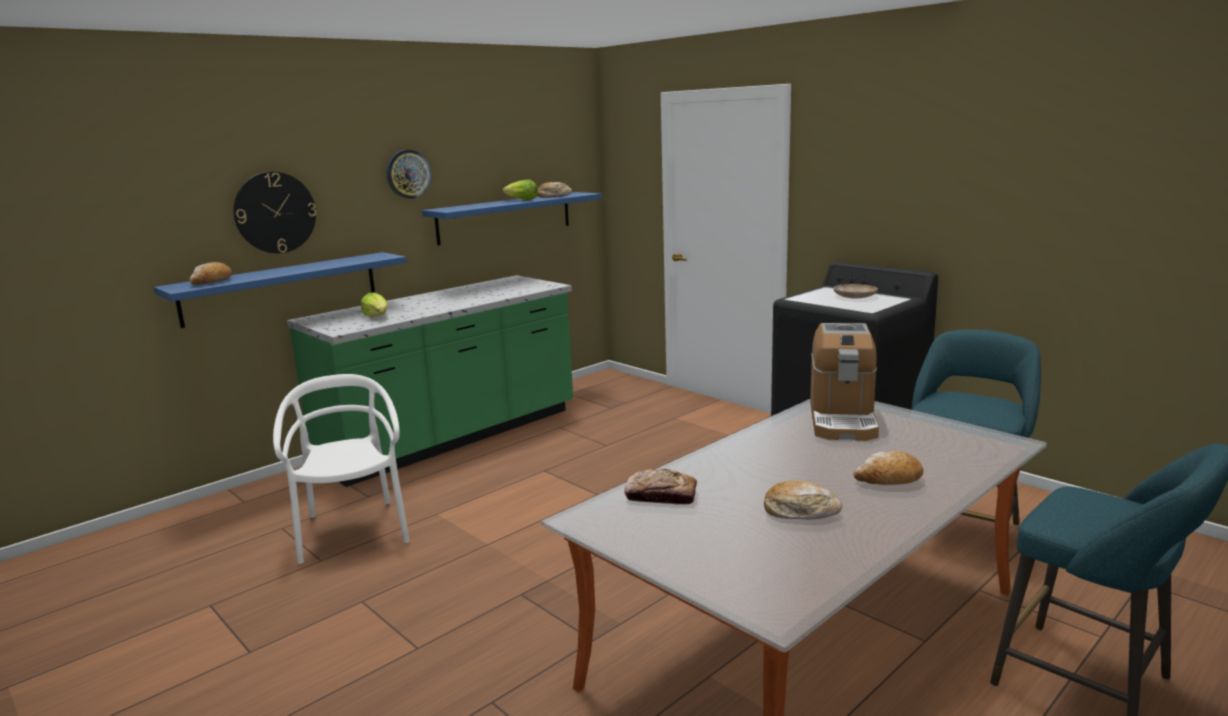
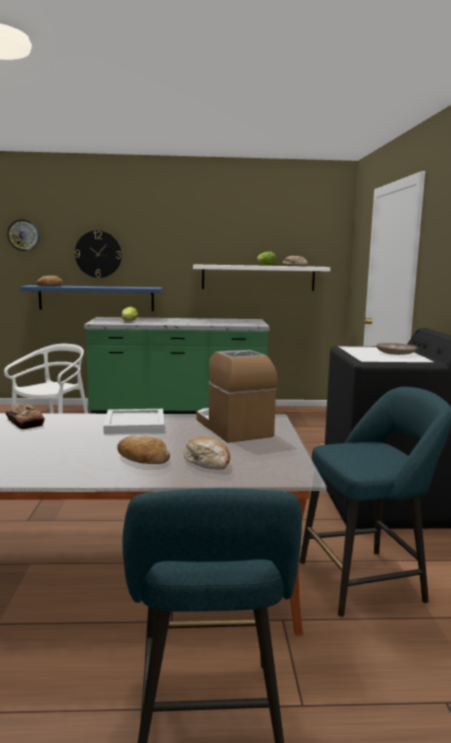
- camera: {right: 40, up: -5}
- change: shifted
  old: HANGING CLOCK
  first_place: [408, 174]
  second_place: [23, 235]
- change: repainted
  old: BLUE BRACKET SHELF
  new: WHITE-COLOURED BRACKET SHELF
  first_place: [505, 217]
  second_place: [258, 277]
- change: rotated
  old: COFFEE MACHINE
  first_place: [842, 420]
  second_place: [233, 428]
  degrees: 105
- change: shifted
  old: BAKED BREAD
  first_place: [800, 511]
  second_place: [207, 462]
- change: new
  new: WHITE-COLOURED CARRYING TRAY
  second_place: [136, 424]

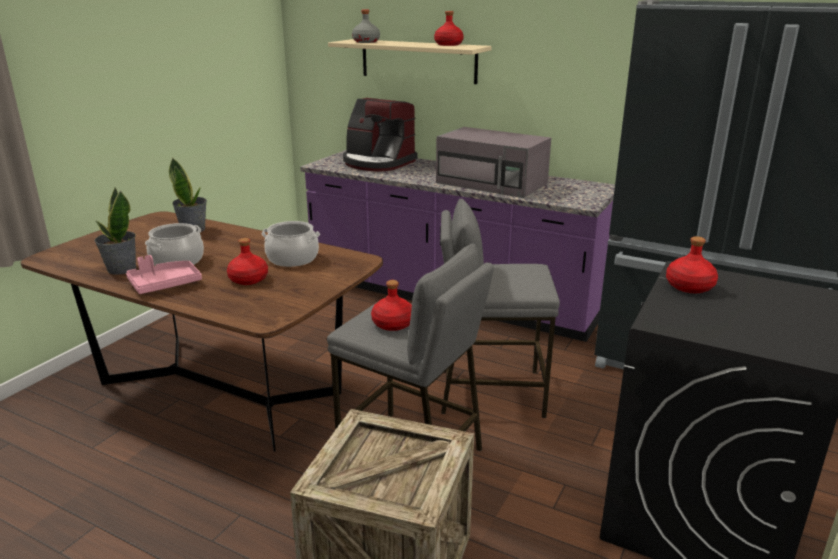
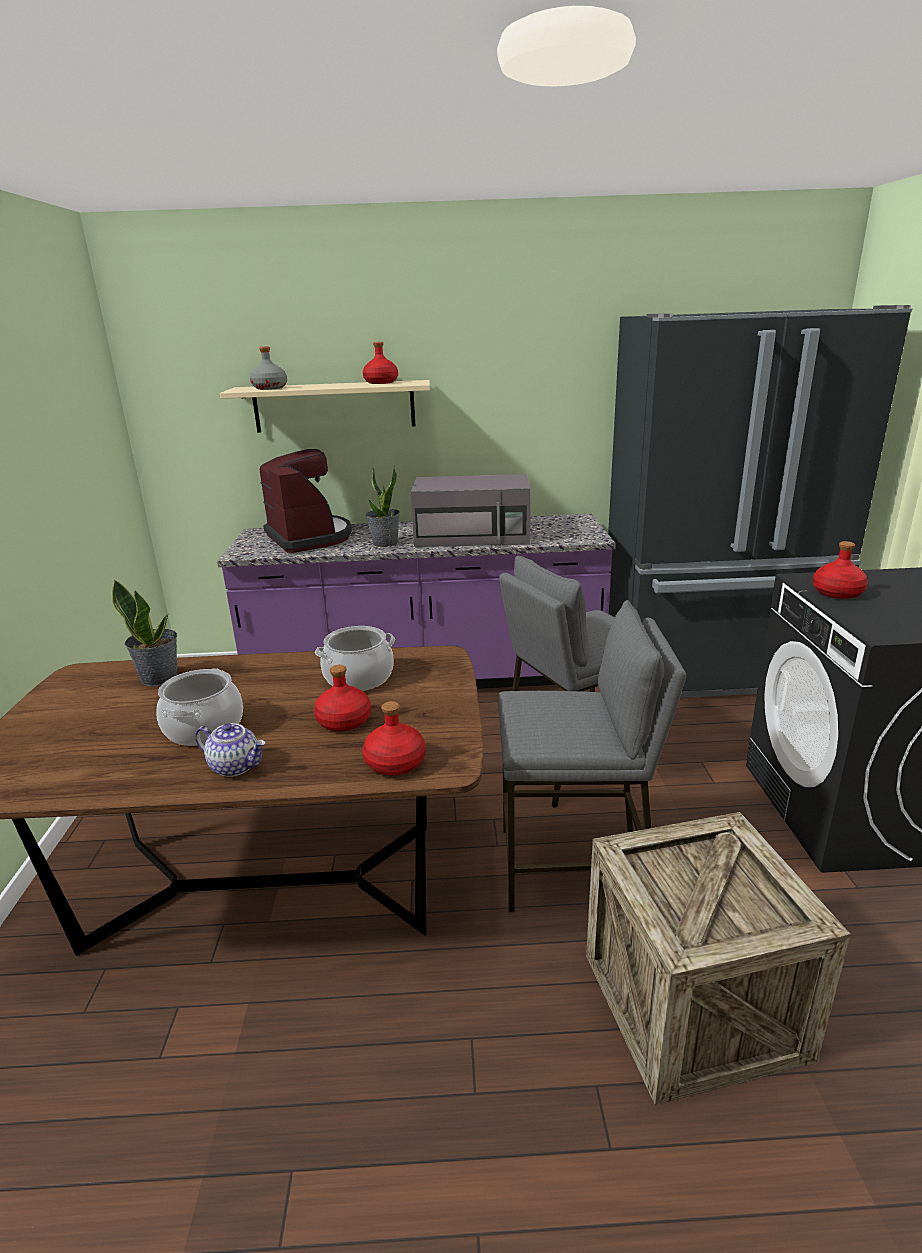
- camera: {right: -30, up: 0}
- change: rotated
  old: COFFEE MACHINE
  first_place: [377, 162]
  second_place: [309, 537]
  degrees: -120
- change: shifted
  old: POTTED PLANT
  first_place: [121, 269]
  second_place: [385, 543]
- change: swapped
  old: PINK-COLOURED CARRYING TRAY
  new: TEAPOT
  first_place: [164, 284]
  second_place: [236, 766]
- change: shifted
  old: RED DRINK BOTTLE
  first_place: [393, 324]
  second_place: [395, 762]

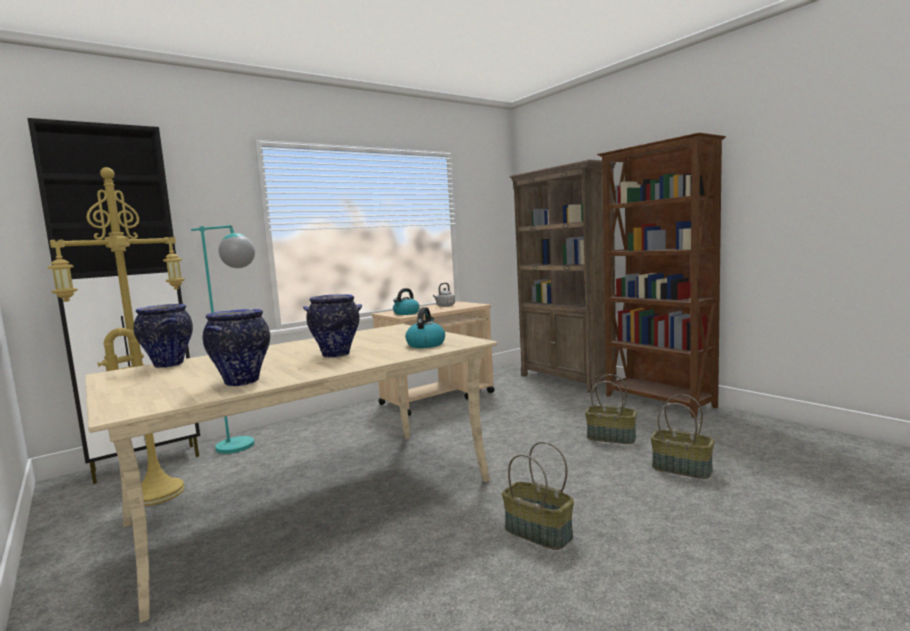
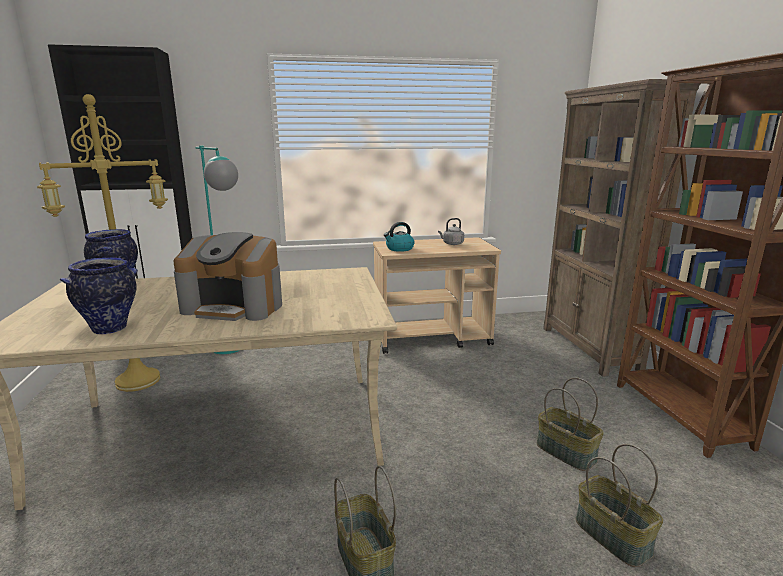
- camera: {right: 25, up: 10}
- change: swapped
  old: FLOWER VASE
  new: COFFEE MACHINE
  first_place: [337, 355]
  second_place: [234, 306]
- change: gone
  old: WATER KETTLE
  first_place: [426, 344]

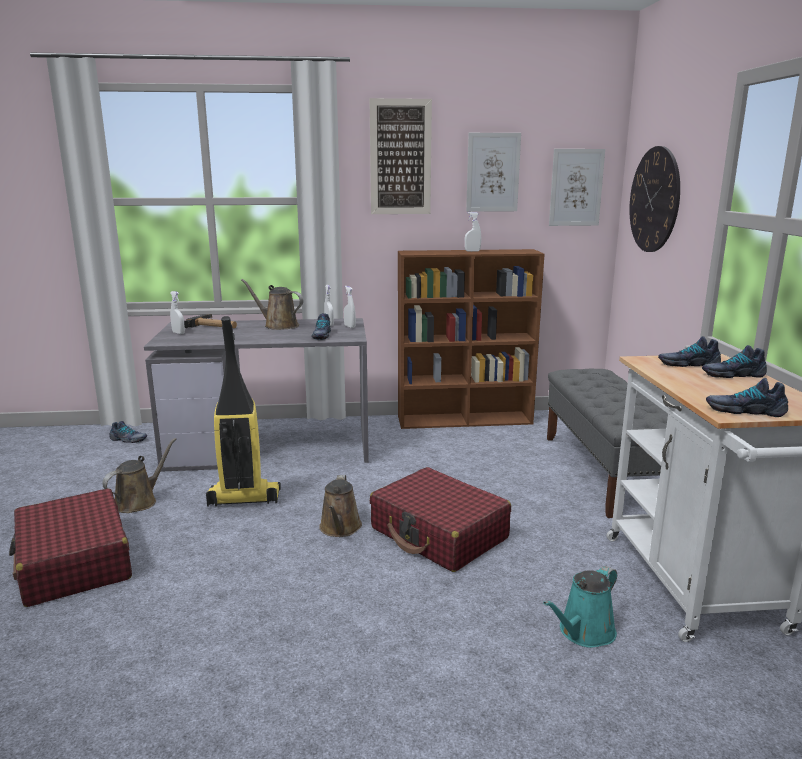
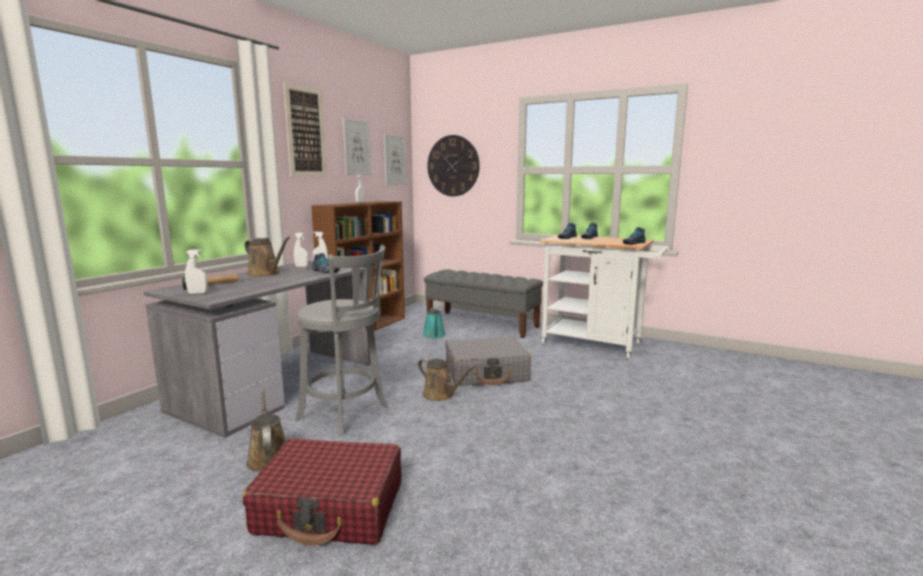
- camera: {right: -55, up: -5}
- change: rotated
  old: BROWN WATERING CAN
  first_place: [278, 325]
  second_place: [266, 274]
  degrees: -120
- change: swapped
  old: VACUUM
  new: GREY SITTING STOOL
  first_place: [243, 499]
  second_place: [346, 414]
- change: gone
  old: SHOE
  first_place: [128, 439]
- change: repainted
  old: RED PIECE OF LUGGAGE
  new: GREY PIECE OF LUGGAGE
  first_place: [439, 534]
  second_place: [486, 373]
- change: shifted
  old: TURQUOISE WATERING CAN
  first_place: [584, 632]
  second_place: [434, 335]

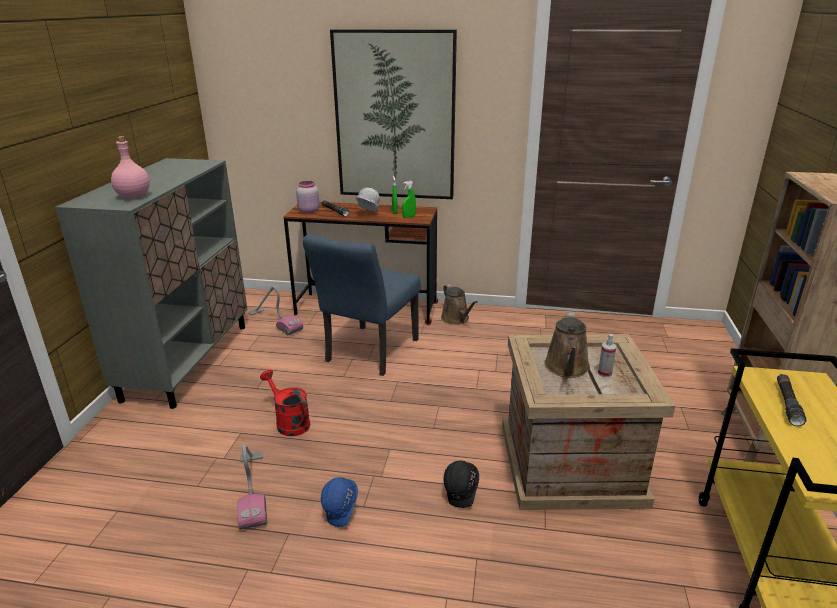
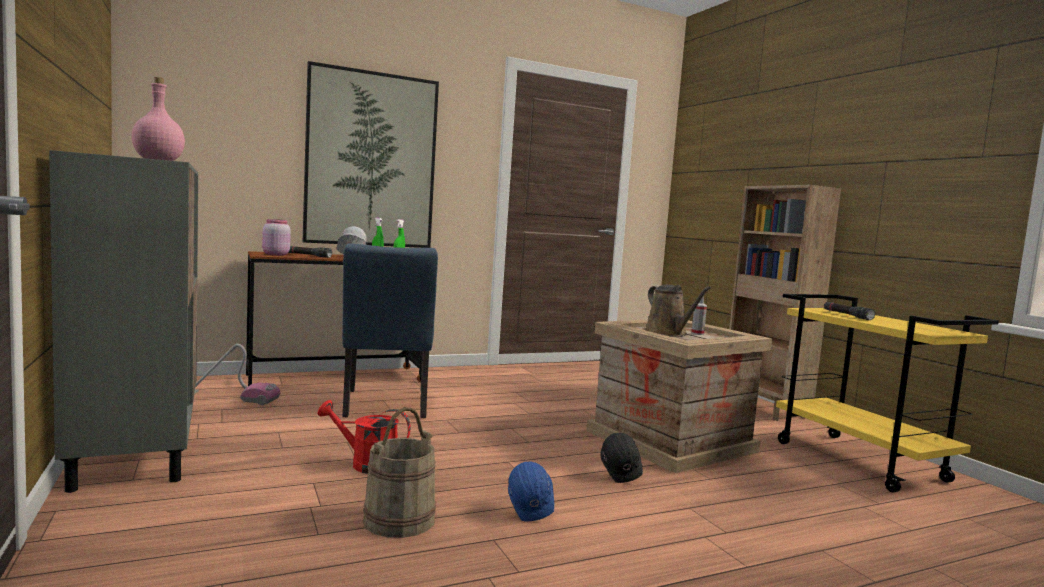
- camera: {right: -35, up: -20}
- change: gone
  old: BROWN WATERING CAN
  first_place: [456, 319]
- change: swapped
  old: VACUUM
  new: BEIGE-COLOURED PAIL
  first_place: [252, 489]
  second_place: [399, 520]

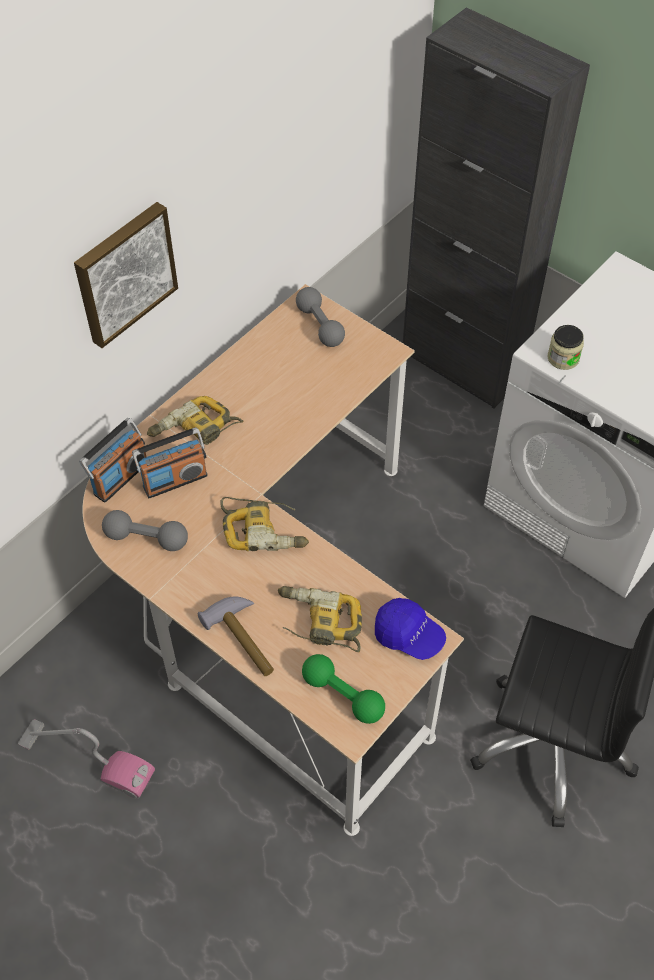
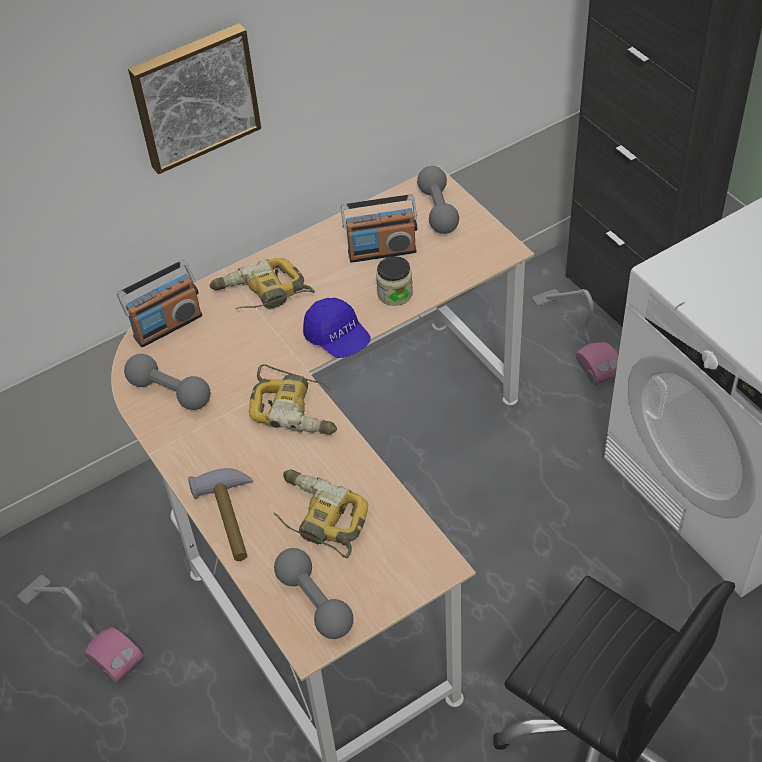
- camera: {right: 20, up: -5}
- change: shifted
  old: PRESERVE JAR
  first_place: [563, 358]
  second_place: [395, 293]
- change: shifted
  old: RADIO RECEIVER
  first_place: [175, 480]
  second_place: [381, 251]
- change: shifted
  old: BLUE CAP
  first_place: [408, 635]
  second_place: [337, 338]
- change: repainted
  old: GREEN FREE WEIGHT
  new: GREY FREE WEIGHT
  first_place: [343, 695]
  second_place: [314, 602]
- change: new
  new: VACUUM
  second_place: [575, 338]

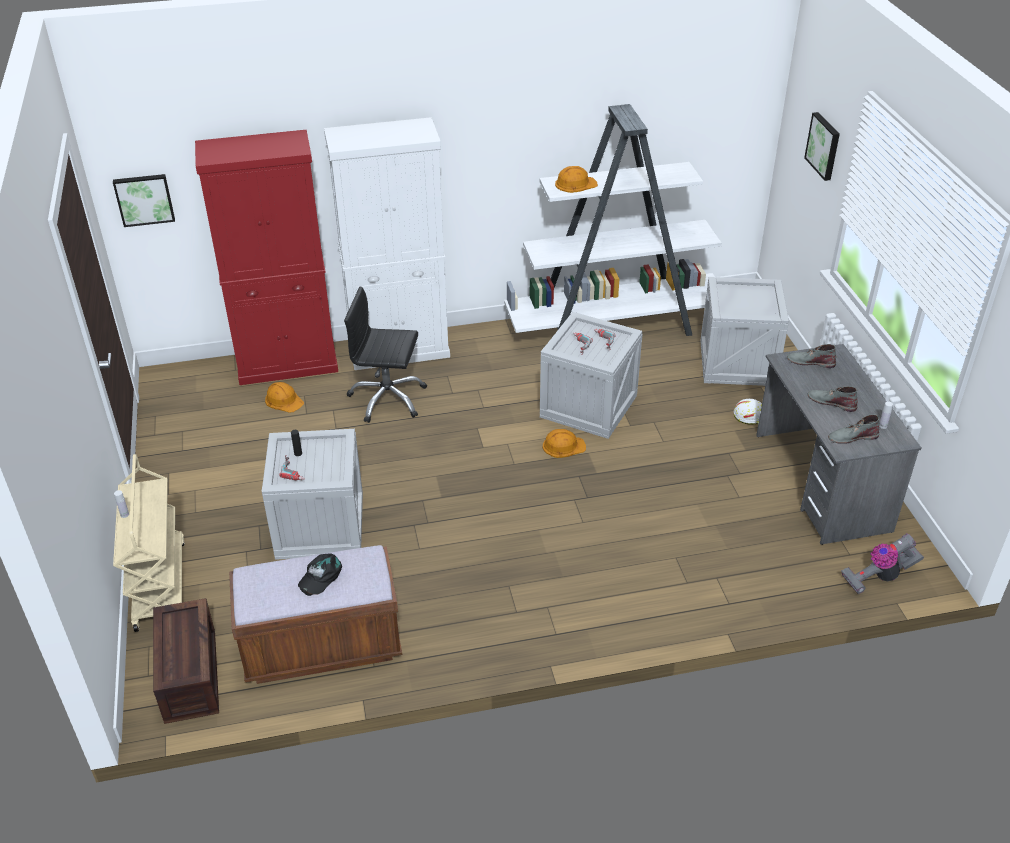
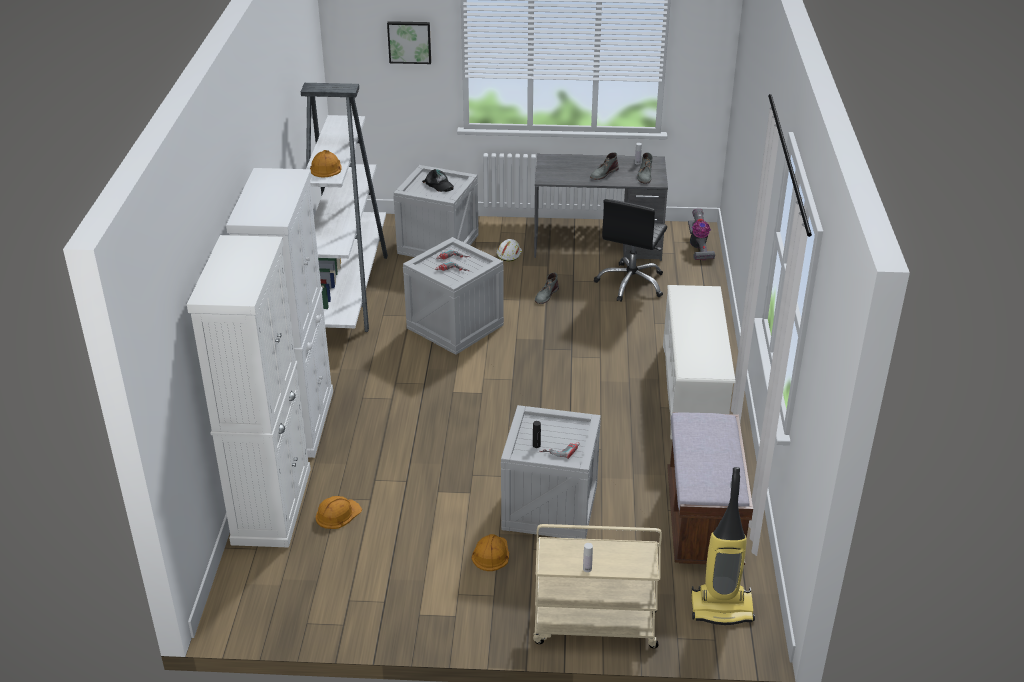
- camera: {right: -75, up: -5}
- change: repainted
  old: RED STORAGE CABINET
  new: WHITE-COLOURED STORAGE CABINET
  first_place: [288, 364]
  second_place: [272, 505]
- change: gone
  old: WALL ART
  first_place: [144, 199]
- change: shifted
  old: BLACK DESK CHAIR
  first_place: [387, 399]
  second_place: [631, 283]
- change: shifted
  old: GREY TALL BOOT
  first_place: [810, 361]
  second_place: [546, 295]
- change: shifted
  old: ORANGE-COLOURED WORK HELMET
  first_place: [563, 446]
  second_place: [491, 553]
- change: shifted
  old: BLACK CAP
  first_place: [320, 576]
  second_place: [439, 184]
- change: swapped
  old: PACKING CRATE
  new: VACUUM
  first_place: [192, 676]
  second_place: [722, 608]
- change: new
  new: WHITE-COLOURED SHOE SHELF
  second_place: [693, 391]

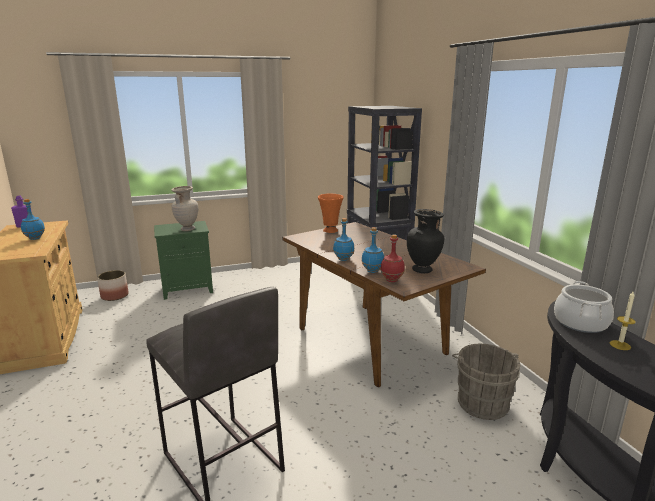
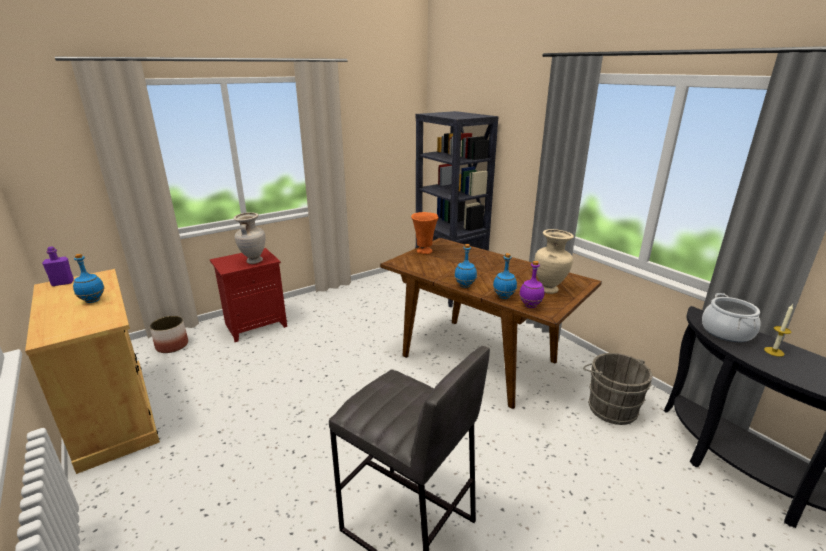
- camera: {right: -15, up: 5}
- change: repainted
  old: BLACK FLOWER VASE
  new: BEIGE-COLOURED FLOWER VASE
  first_place: [423, 270]
  second_place: [549, 290]
- change: repainted
  old: GREEN NIGHTSTAND
  new: RED NIGHTSTAND
  first_place: [188, 288]
  second_place: [256, 325]
- change: repainted
  old: RED DRINK BOTTLE
  new: PURPLE-COLOURED DRINK BOTTLE
  first_place: [391, 280]
  second_place: [530, 306]

